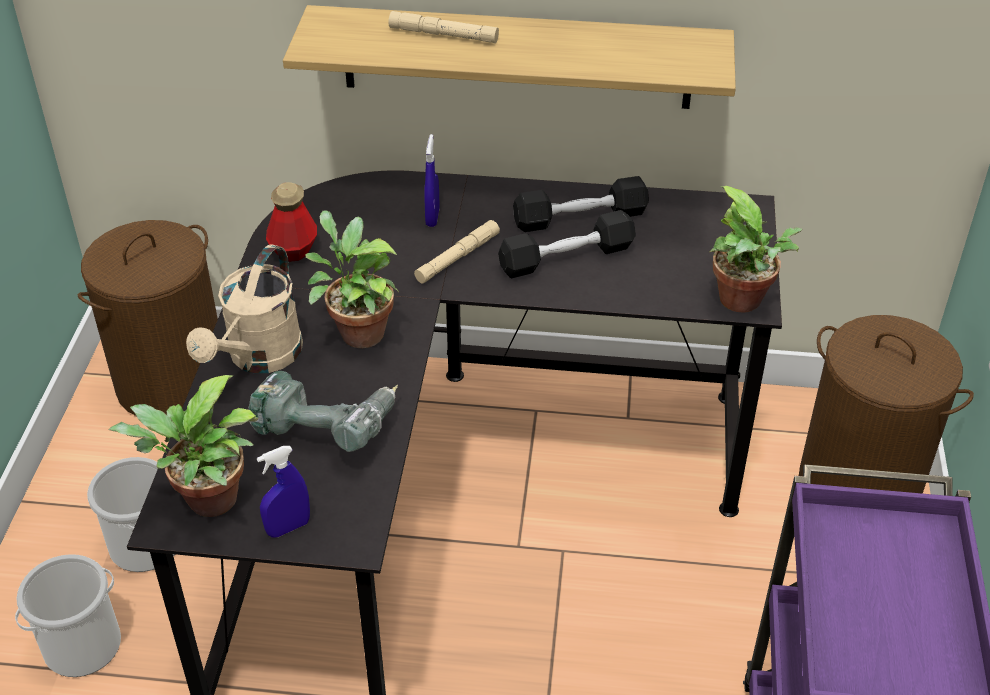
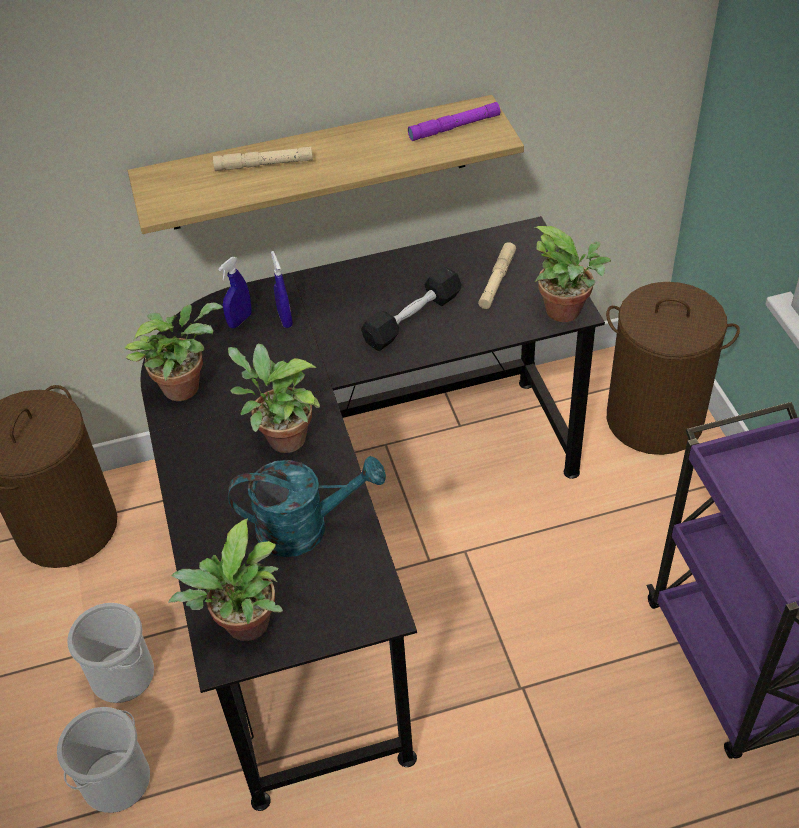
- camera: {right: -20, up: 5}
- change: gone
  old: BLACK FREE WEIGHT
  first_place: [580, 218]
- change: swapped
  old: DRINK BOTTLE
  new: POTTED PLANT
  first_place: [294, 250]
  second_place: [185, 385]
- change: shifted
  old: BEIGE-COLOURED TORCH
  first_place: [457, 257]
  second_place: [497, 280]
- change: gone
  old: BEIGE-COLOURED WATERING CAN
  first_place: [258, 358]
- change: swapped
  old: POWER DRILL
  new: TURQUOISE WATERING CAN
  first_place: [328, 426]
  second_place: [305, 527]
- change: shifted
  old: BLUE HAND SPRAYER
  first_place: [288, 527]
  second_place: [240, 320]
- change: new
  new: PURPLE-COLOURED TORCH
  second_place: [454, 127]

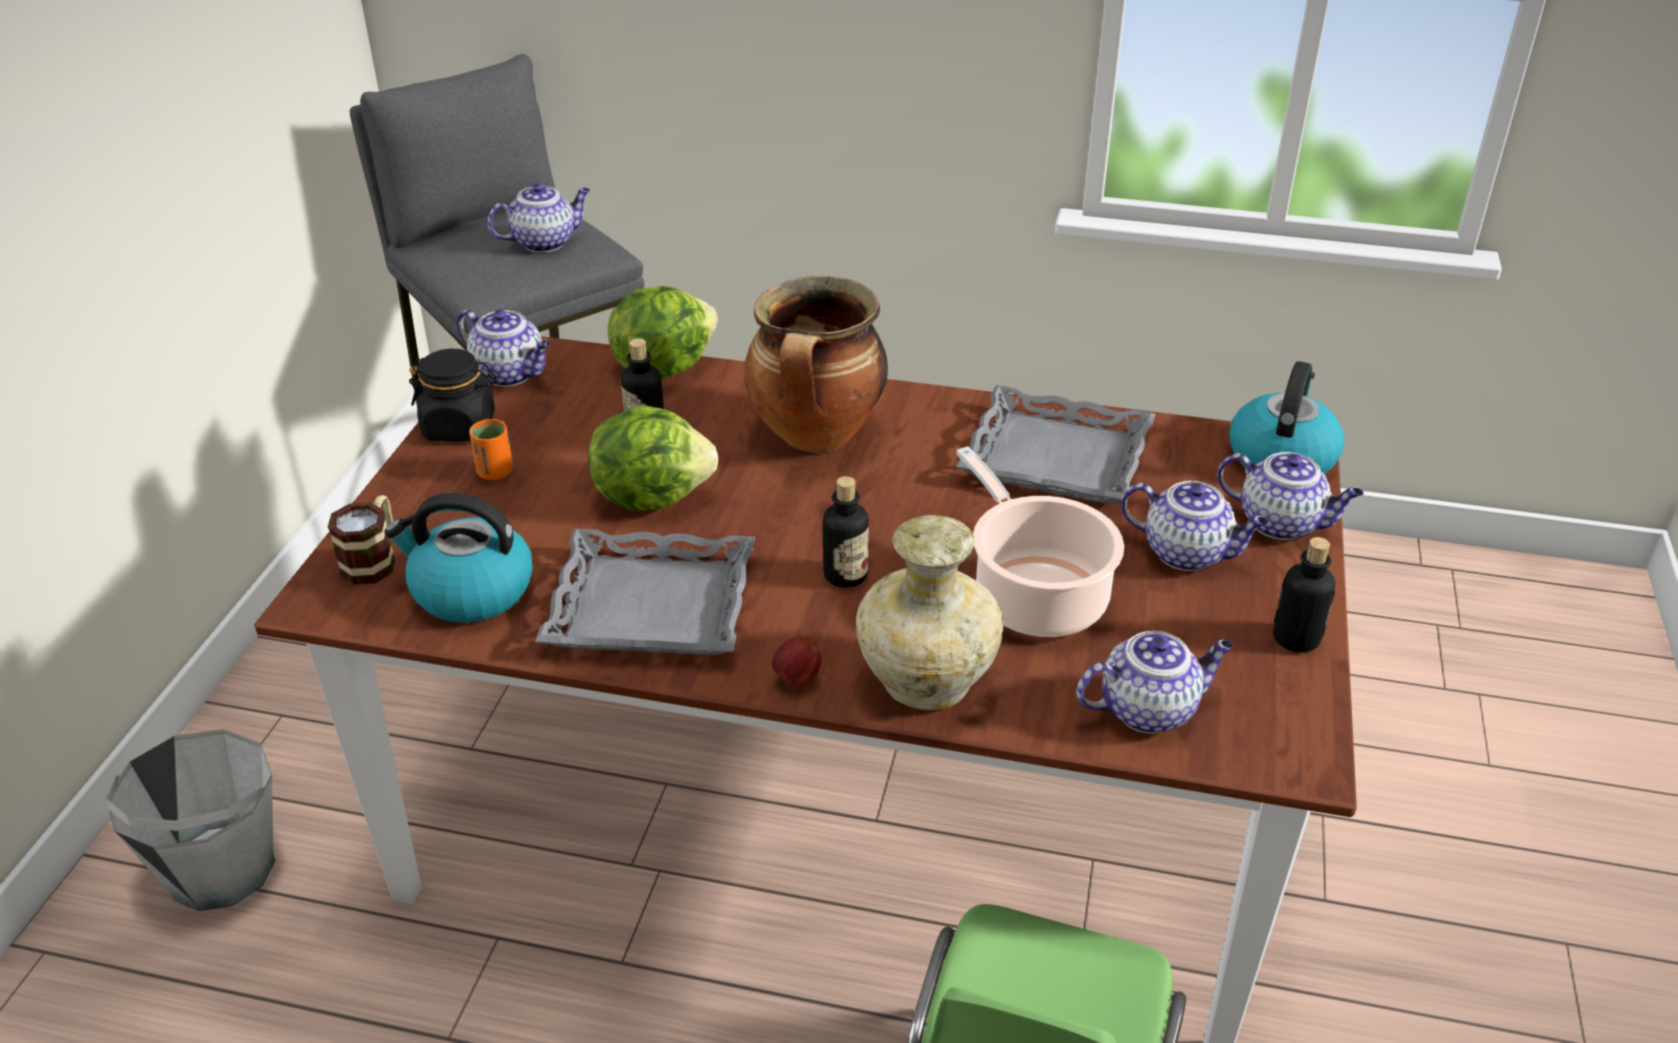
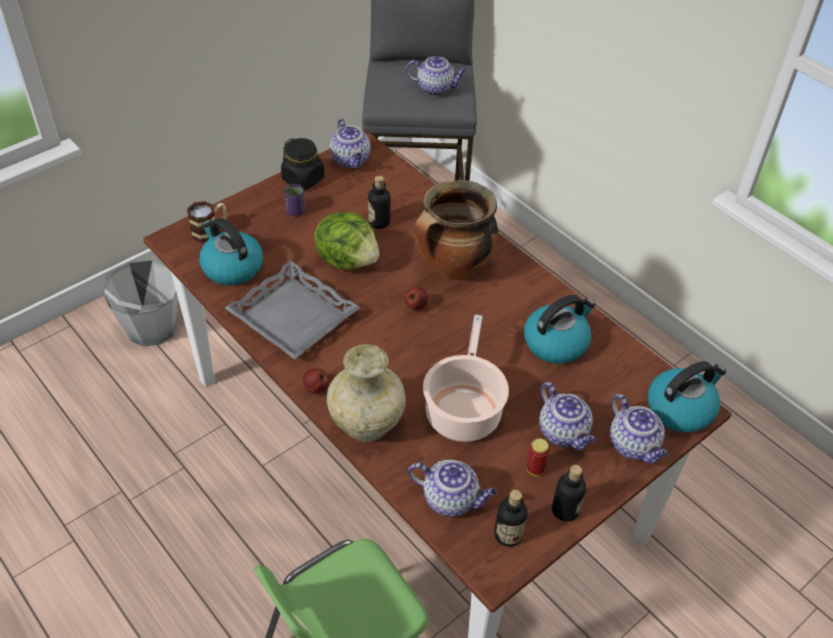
- camera: {right: 35, up: 10}
- change: gone
  old: LETTUCE HEAD
  first_place: [662, 367]
- change: swapped
  old: GREY CARRYING TRAY
  new: WATER KETTLE
  first_place: [1055, 459]
  second_place: [556, 342]
- change: repainted
  old: ORANGE-COLOURED DRINKING CUP
  new: PURPLE-COLOURED DRINKING CUP
  first_place: [495, 472]
  second_place: [295, 211]
- change: shifted
  old: DRINK BOTTLE
  first_place: [845, 575]
  second_place: [508, 535]
- change: new
  new: APPLE FRUIT
  second_place: [415, 306]
- change: new
  new: METAL CAN
  second_place: [535, 469]

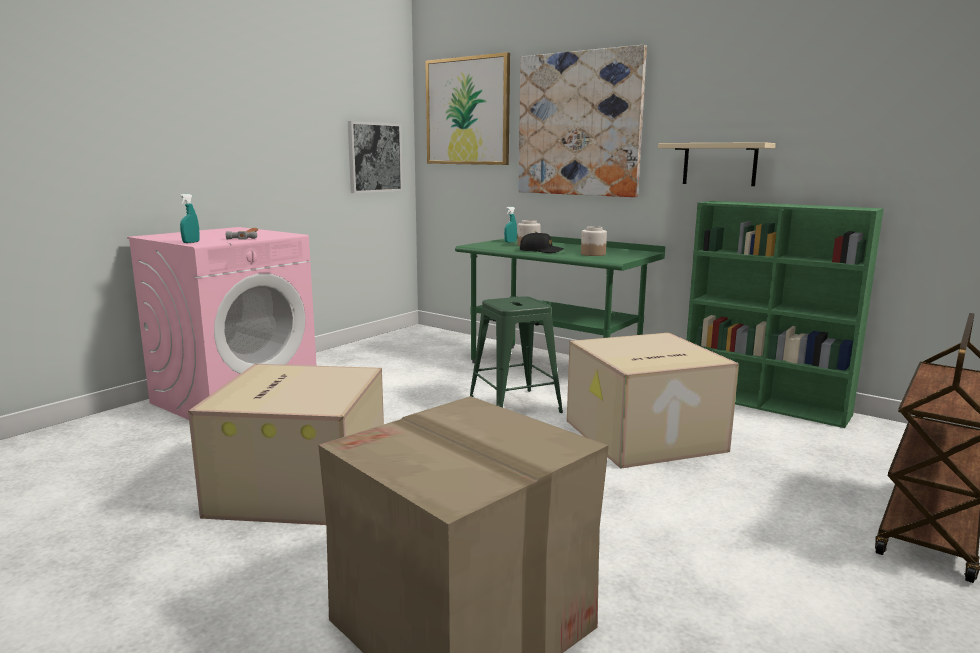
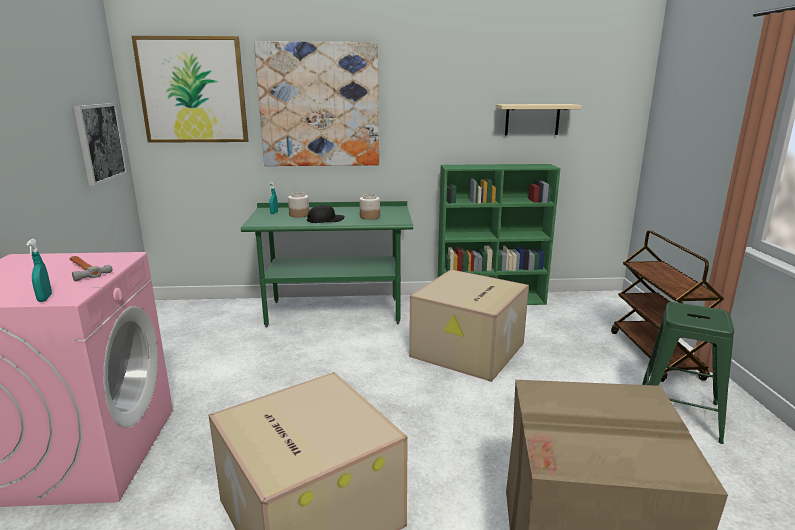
- camera: {right: -40, up: 5}
- change: shifted
  old: BEIGE-COLOURED BRACKET SHELF
  first_place: [719, 164]
  second_place: [532, 119]
- change: shifted
  old: GREEN SITTING STOOL
  first_place: [515, 406]
  second_place: [679, 413]

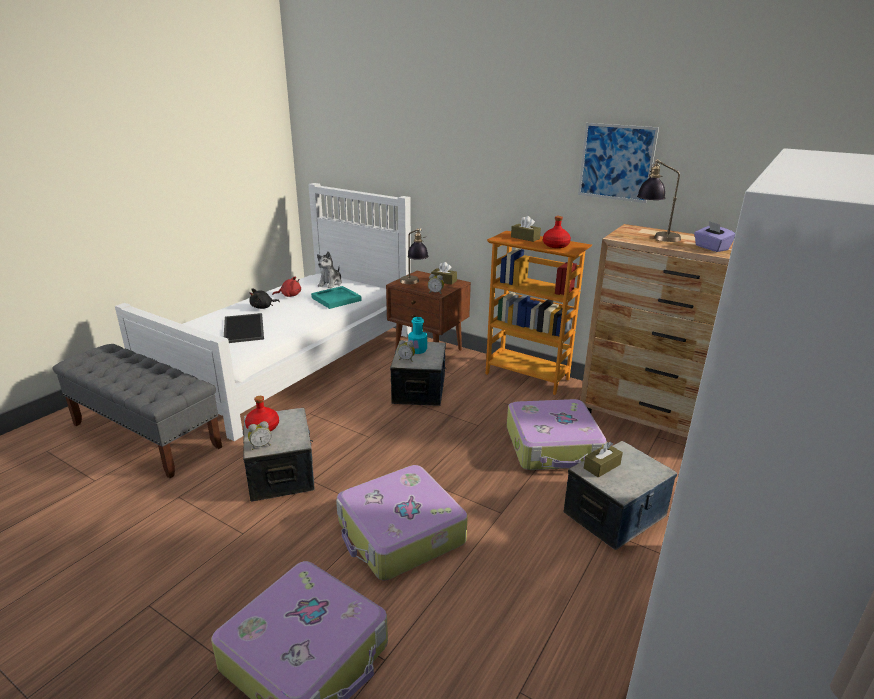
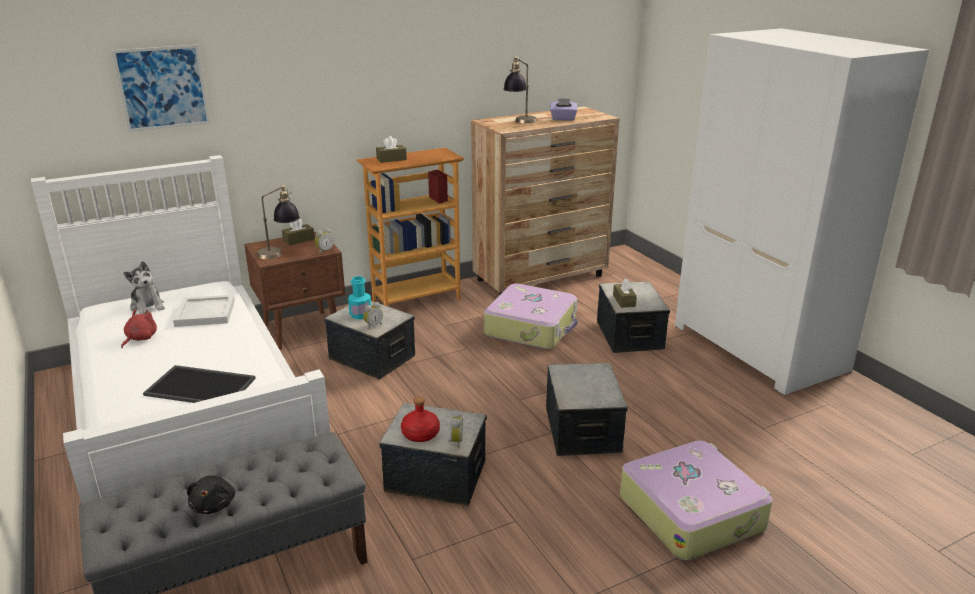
- camera: {right: -60, up: 0}
- change: shifted
  old: WALL ART
  first_place: [616, 162]
  second_place: [162, 88]
- change: gone
  old: RED DRINK BOTTLE
  first_place: [555, 245]
- change: repainted
  old: TURQUOISE CARRYING TRAY
  new: WHITE-COLOURED CARRYING TRAY
  first_place: [336, 299]
  second_place: [206, 313]
- change: shifted
  old: BLACK CUDDLY TOY
  first_place: [263, 307]
  second_place: [214, 505]
- change: swapped
  old: PIECE OF LUGGAGE
  new: STORAGE BIN
  first_place: [400, 534]
  second_place: [583, 431]

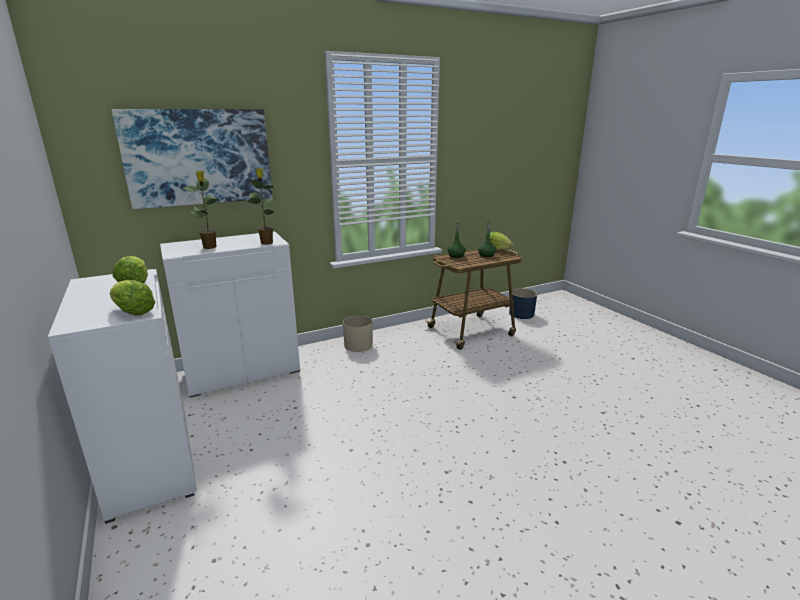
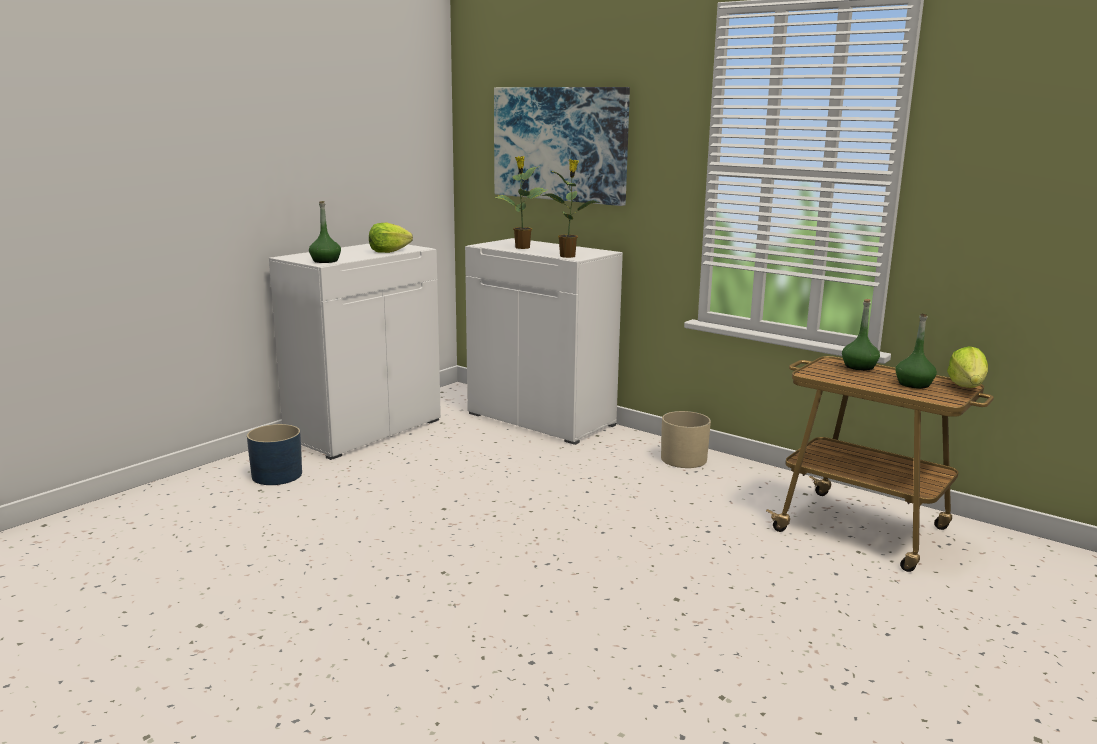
- camera: {right: 65, up: -5}
- change: swapped
  old: LETTUCE HEAD
  new: GREEN DRINK BOTTLE
  first_place: [133, 312]
  second_place: [325, 261]
- change: shifted
  old: BLUE FLOWER POT
  first_place: [521, 314]
  second_place: [277, 475]

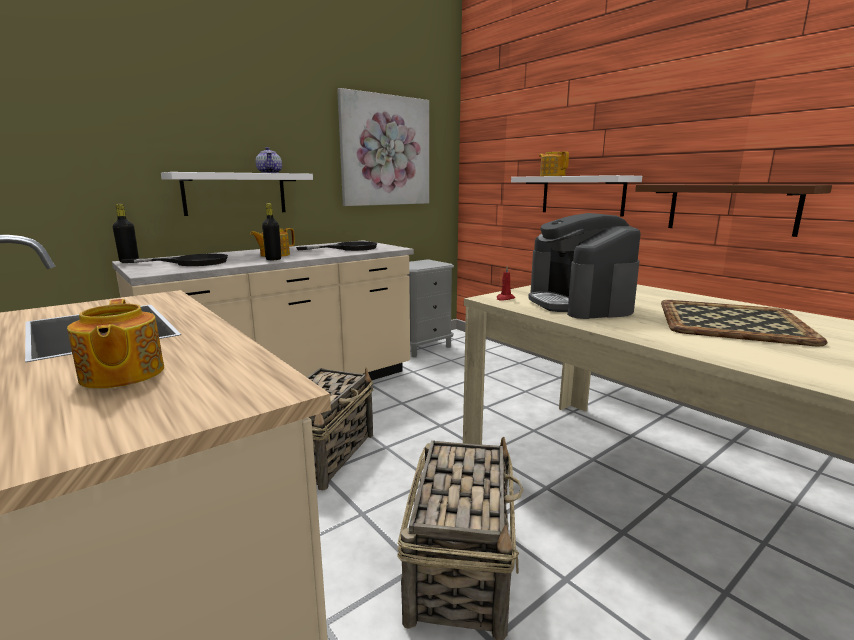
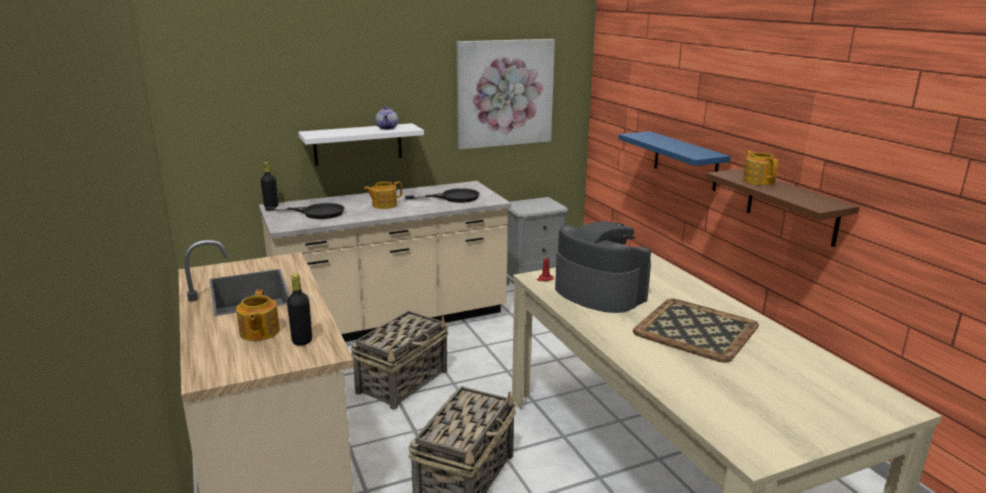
- camera: {right: 15, up: 5}
- change: shifted
  old: TEAPOT
  first_place: [552, 176]
  second_place: [758, 181]
- change: repainted
  old: WHITE-COLOURED BRACKET SHELF
  new: BLUE BRACKET SHELF
  first_place: [582, 195]
  second_place: [685, 160]
- change: shifted
  old: BLACK DRINK BOTTLE
  first_place: [273, 259]
  second_place: [302, 341]
- change: rotated
  old: COFFEE MACHINE
  first_place: [579, 303]
  second_place: [599, 292]
  degrees: 135

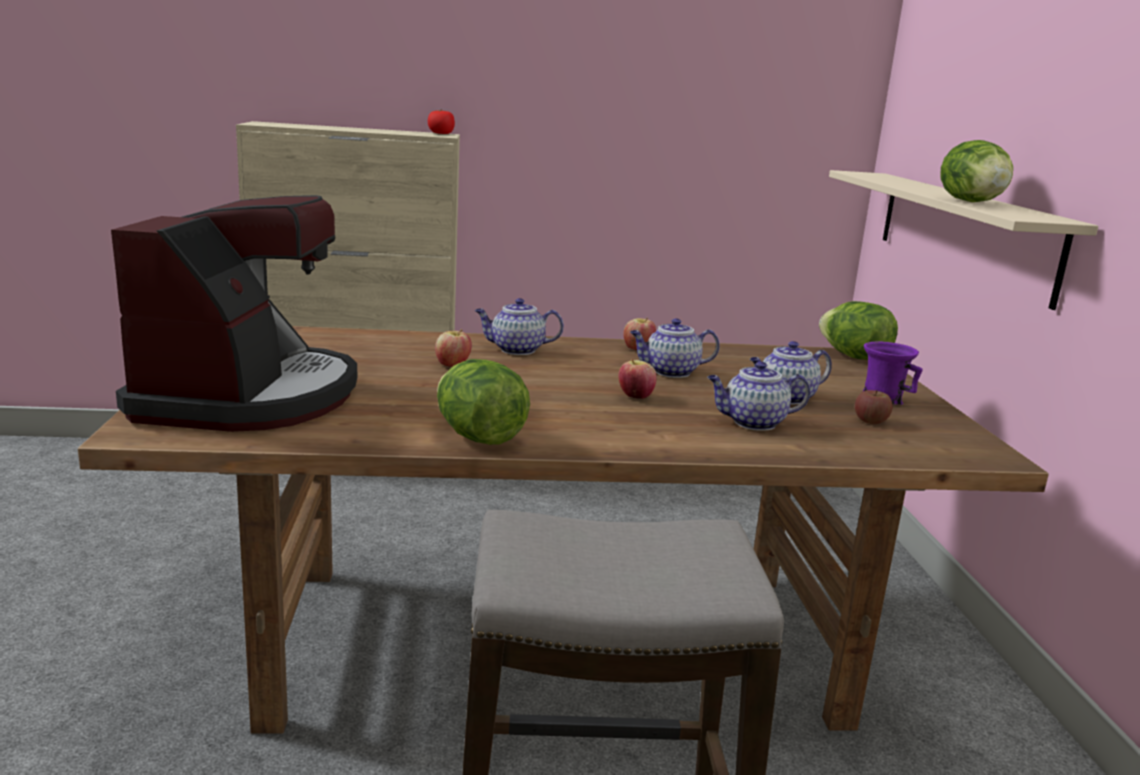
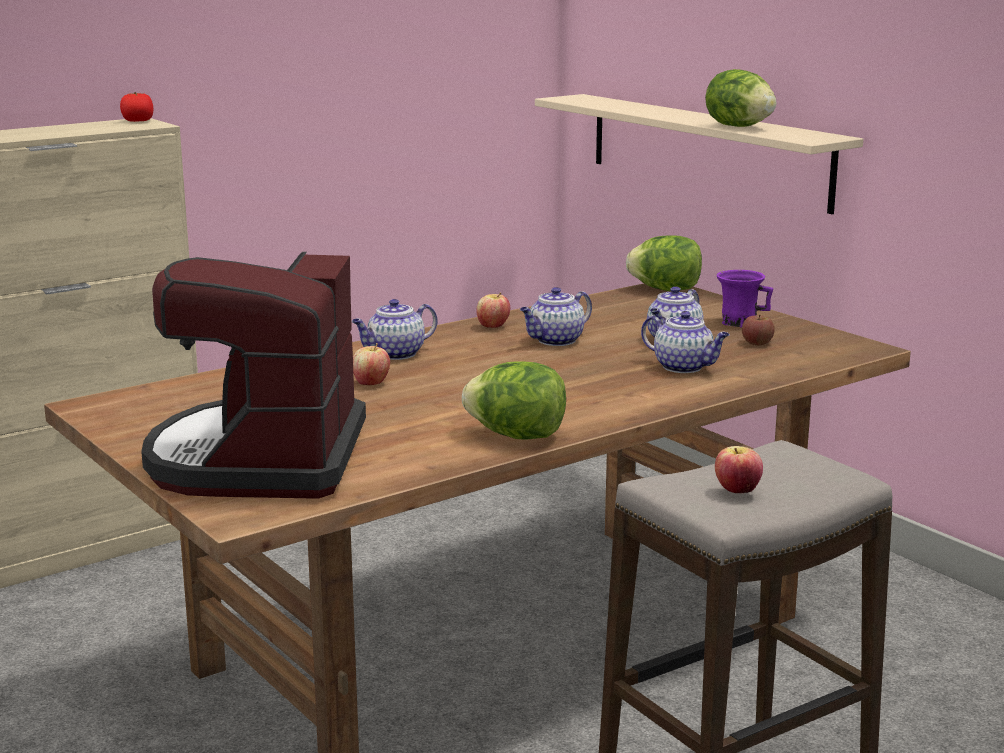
- camera: {right: -30, up: 0}
- change: rotated
  old: COFFEE MACHINE
  first_place: [249, 396]
  second_place: [260, 460]
  degrees: -150
- change: shifted
  old: APPLE FRUIT
  first_place: [635, 397]
  second_place: [737, 491]
- change: rotated
  old: TEAPOT
  first_place: [752, 423]
  second_place: [684, 367]
  degrees: -105

